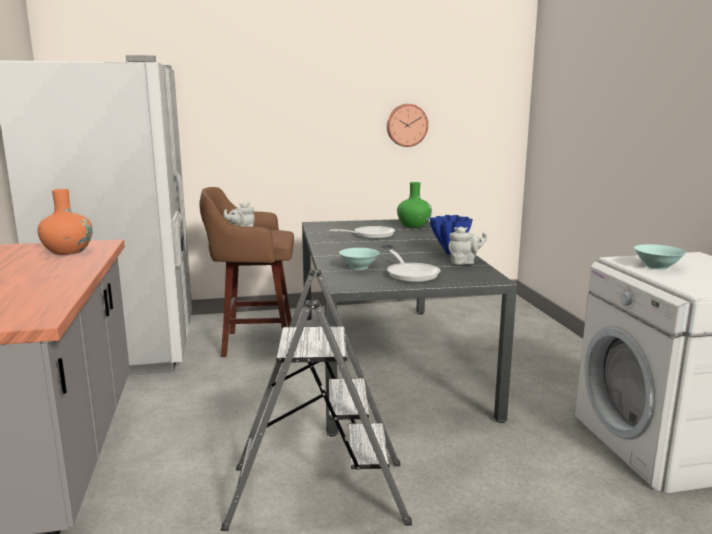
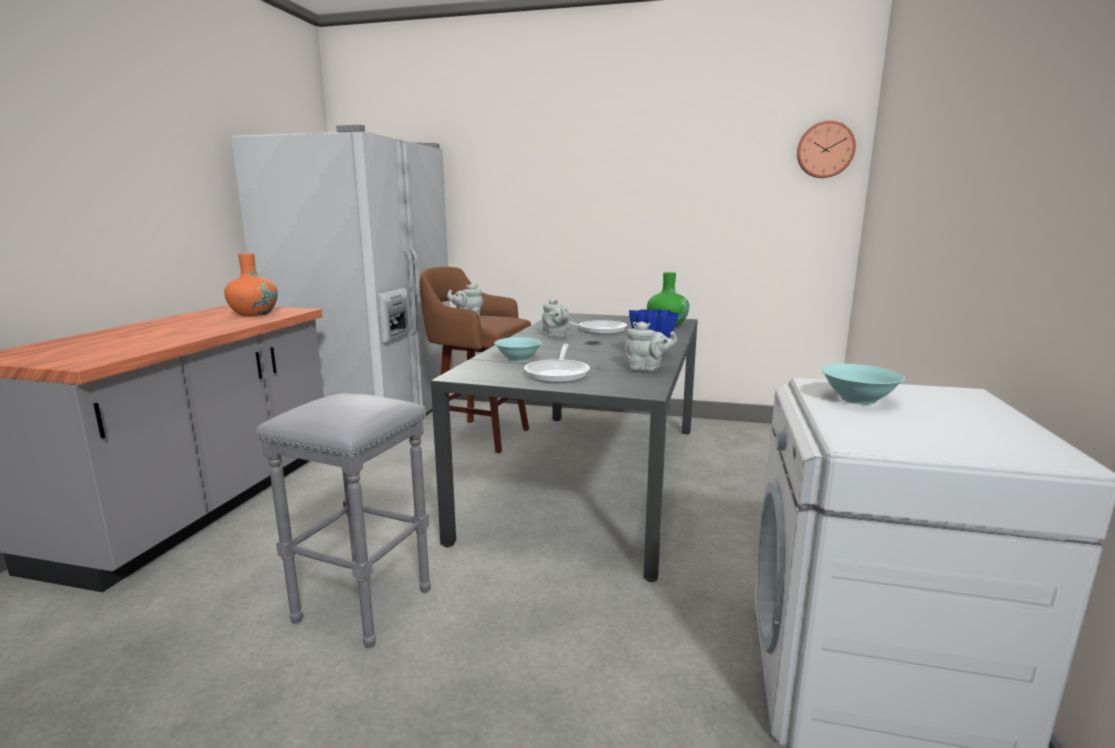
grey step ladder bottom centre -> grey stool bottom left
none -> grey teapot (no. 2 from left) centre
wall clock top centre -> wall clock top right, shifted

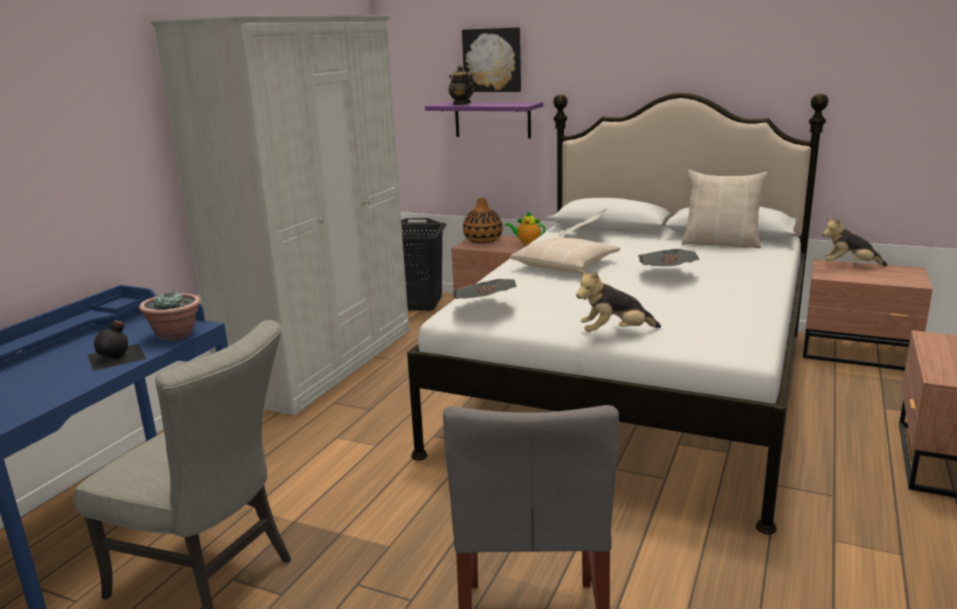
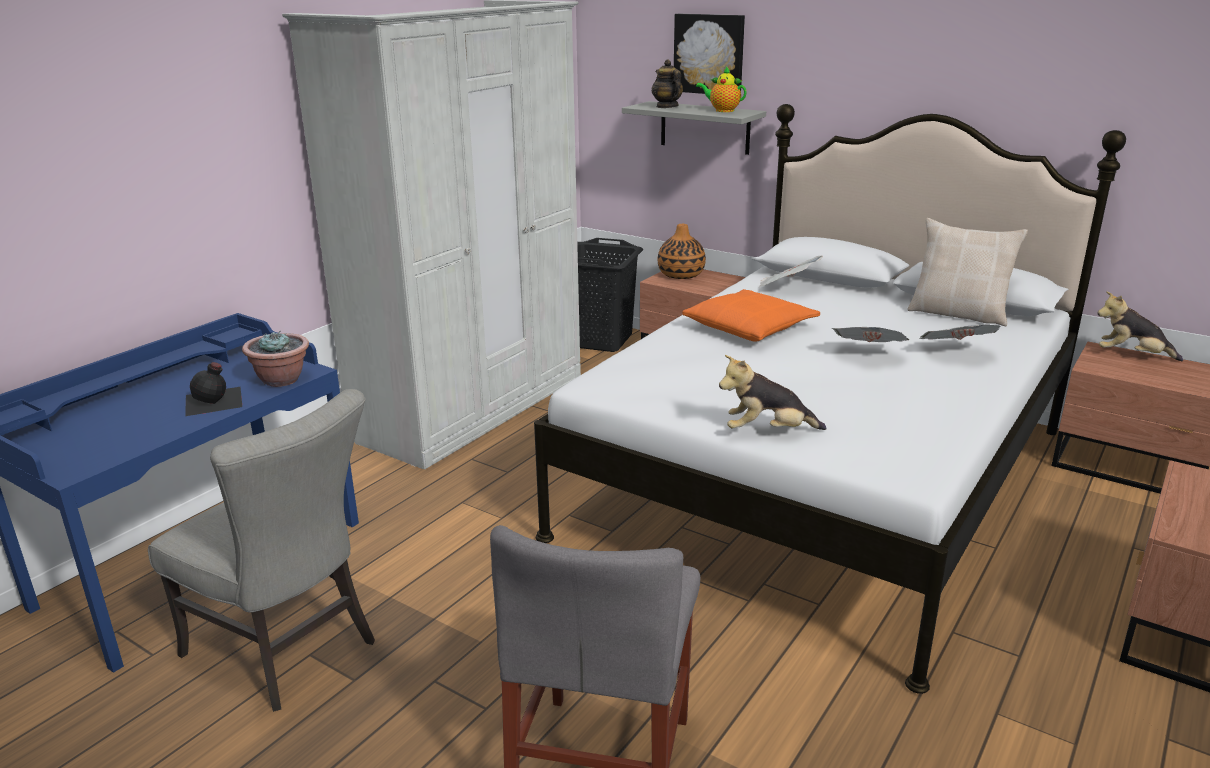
purple shelf top centre -> grey shelf top centre
beige pillow (no. 1 from left) centre -> orange pillow centre
teapot (no. 2 from left) centre -> teapot (no. 2 from left) top centre, shifted
newspaper (no. 1 from left in the first image) centre -> newspaper (no. 3 from left) middle right, shifted

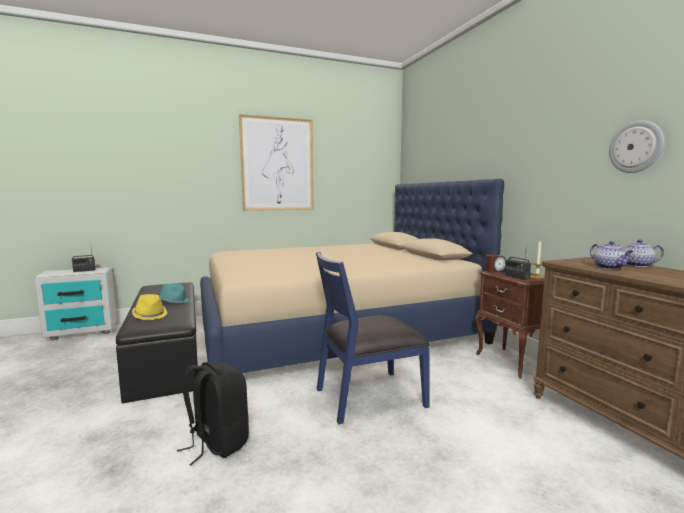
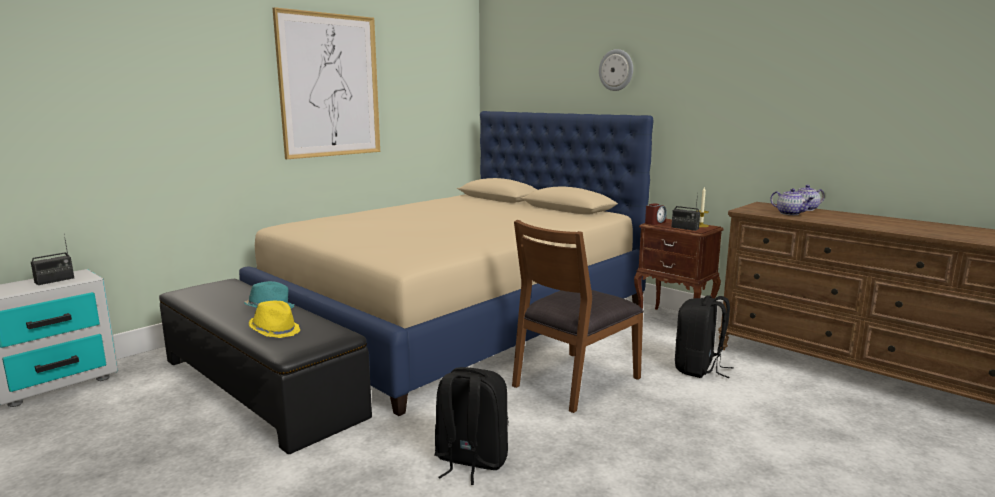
blue chair centre -> brown chair centre
wall clock top right -> wall clock top centre, shifted
none -> black backpack (no. 2 from left) bottom right

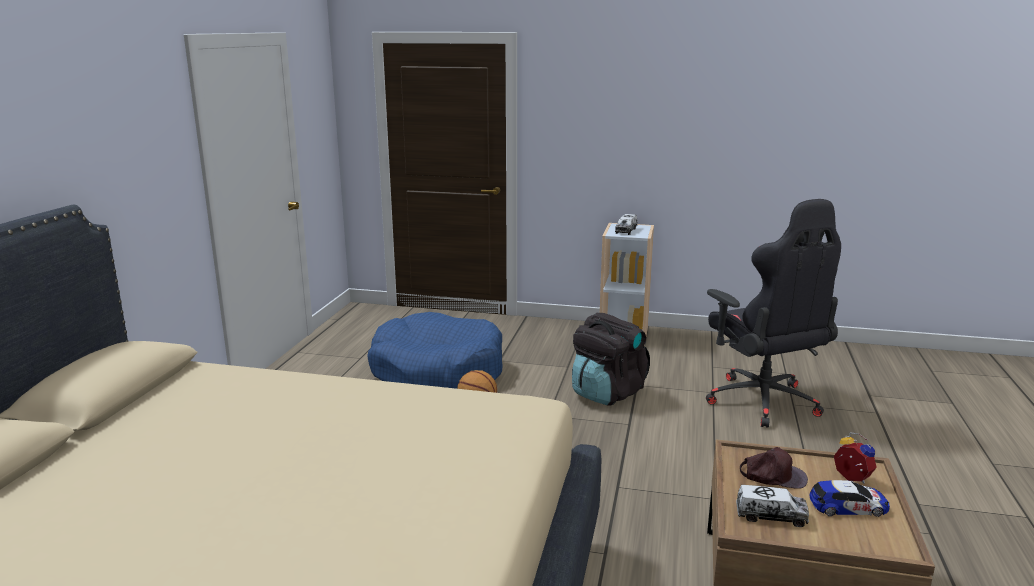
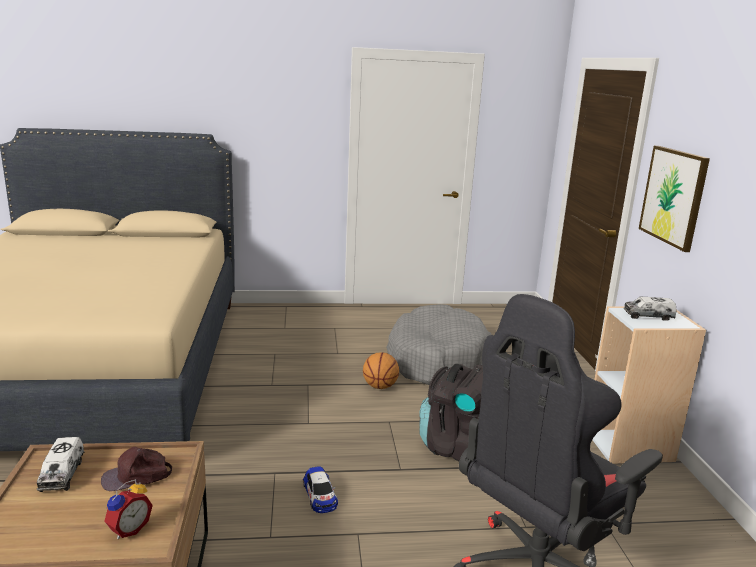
brown cap bottom right -> brown cap bottom left, 75 degrees clockwise
toy car bottom right -> toy car bottom centre, shifted
blue dog bed centre -> grey dog bed centre
none -> picture middle right

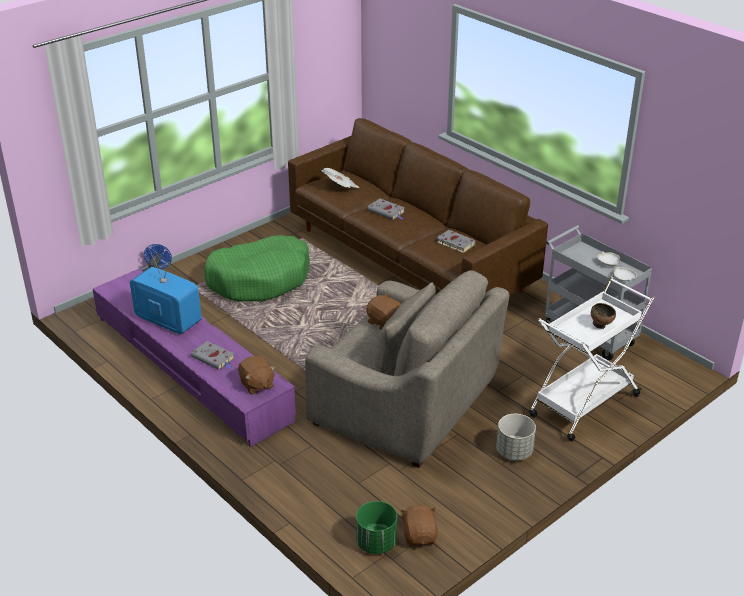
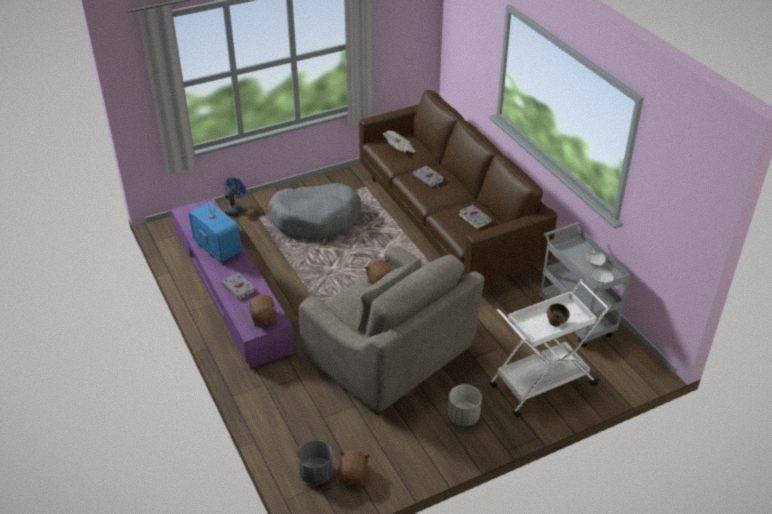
green dog bed centre -> grey dog bed centre
green planter bottom centre -> grey planter (no. 1 from left) bottom centre

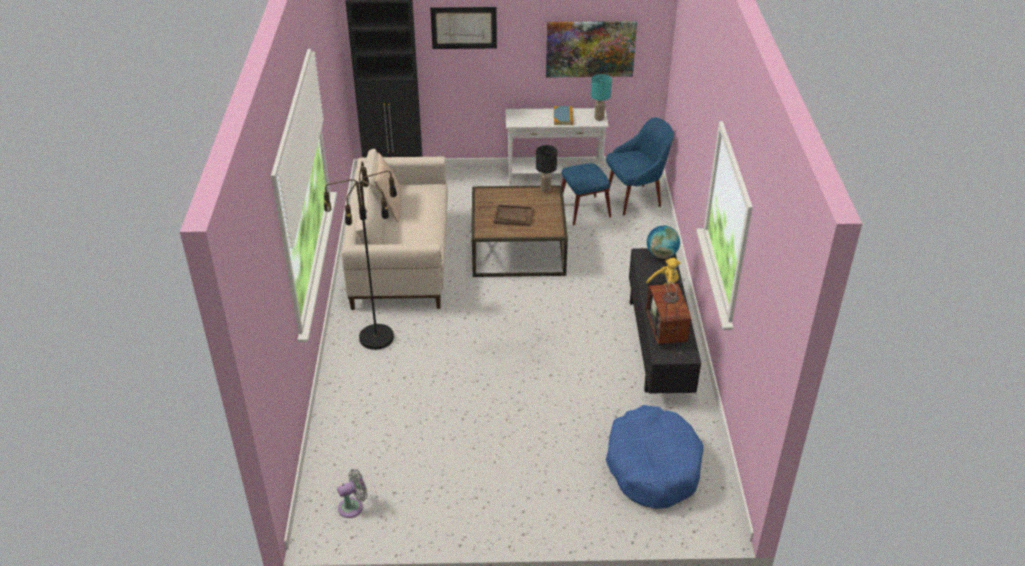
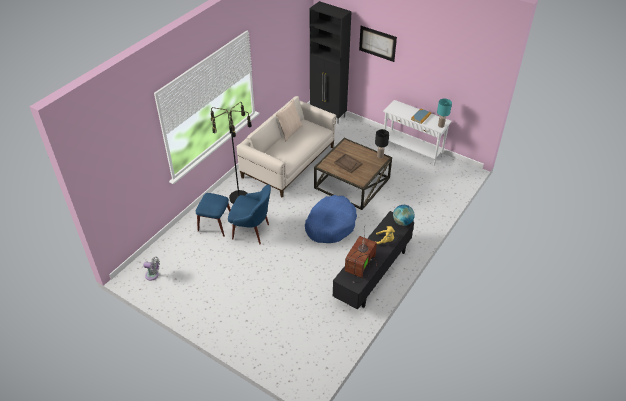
blue armchair top centre -> blue armchair centre, shifted
blue dog bed bottom centre -> blue dog bed centre, shifted
picture (no. 2 from left) top centre -> none

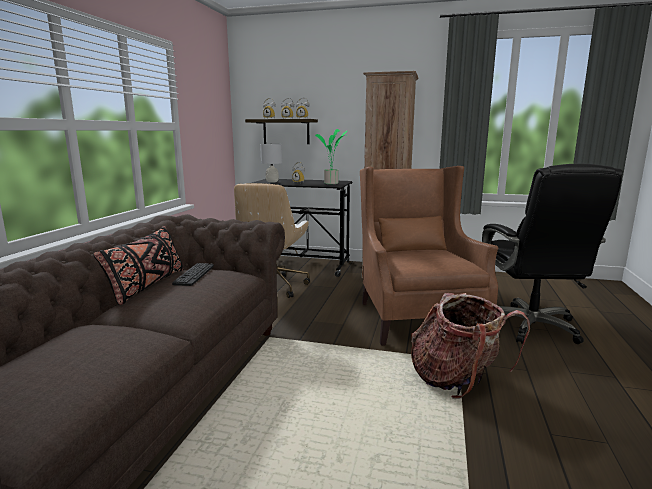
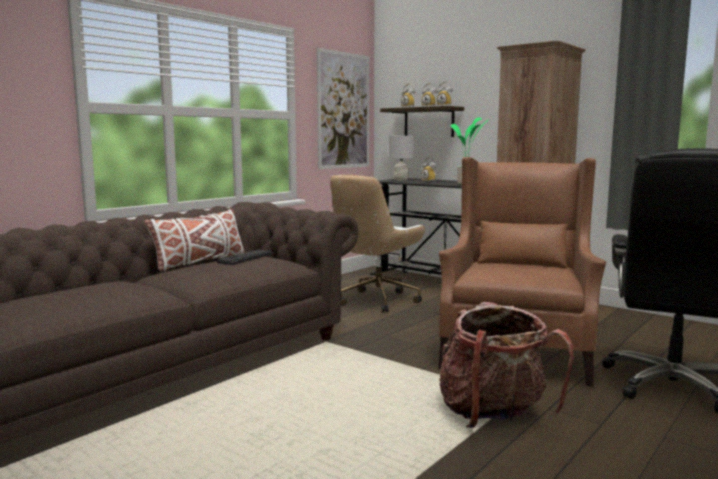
black pillow middle left -> white pillow middle left
none -> picture top centre

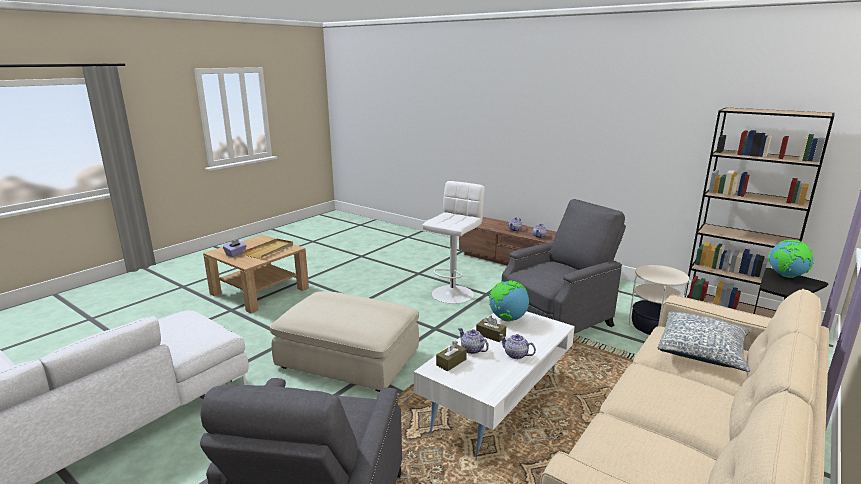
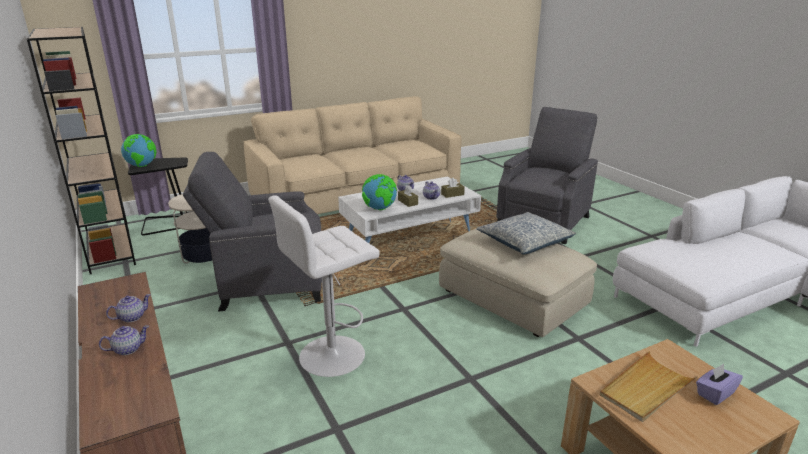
pillow bottom right -> pillow centre, shifted

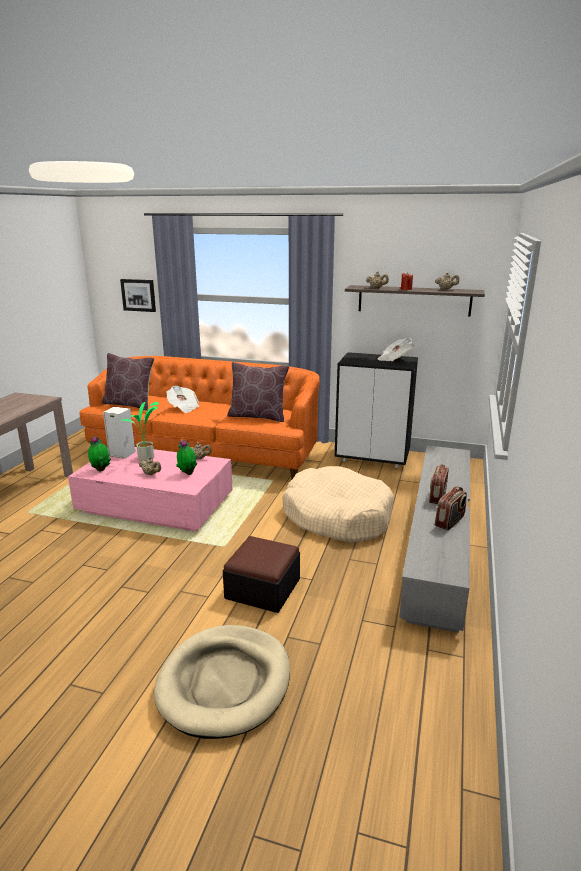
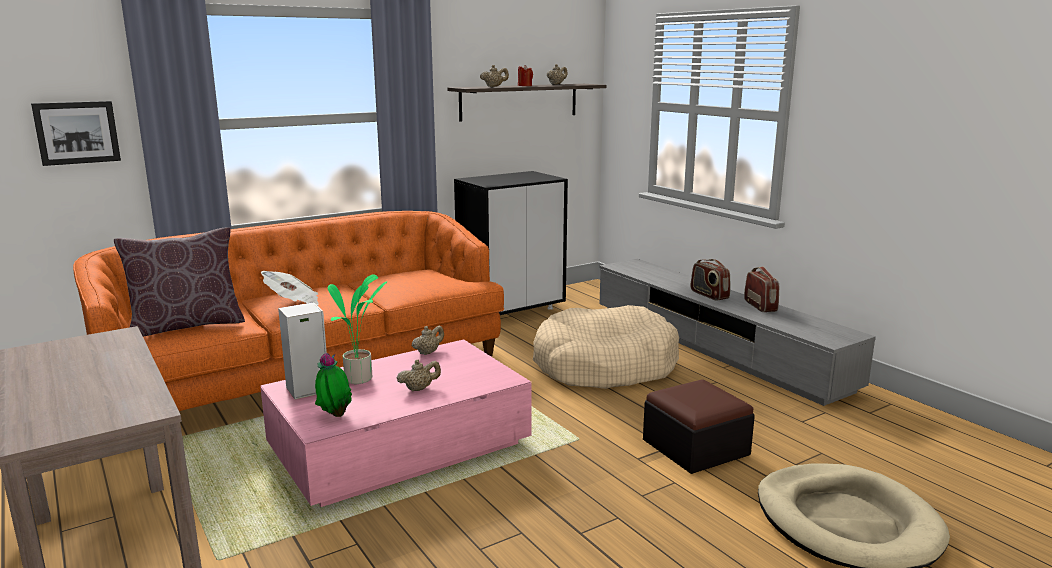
potted plant (no. 3 from left) middle left -> none
brown pillow (no. 2 from left) centre -> none
newspaper (no. 2 from left) middle right -> none

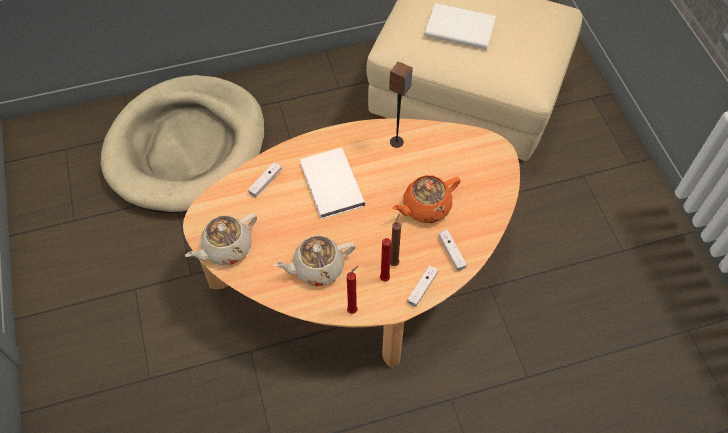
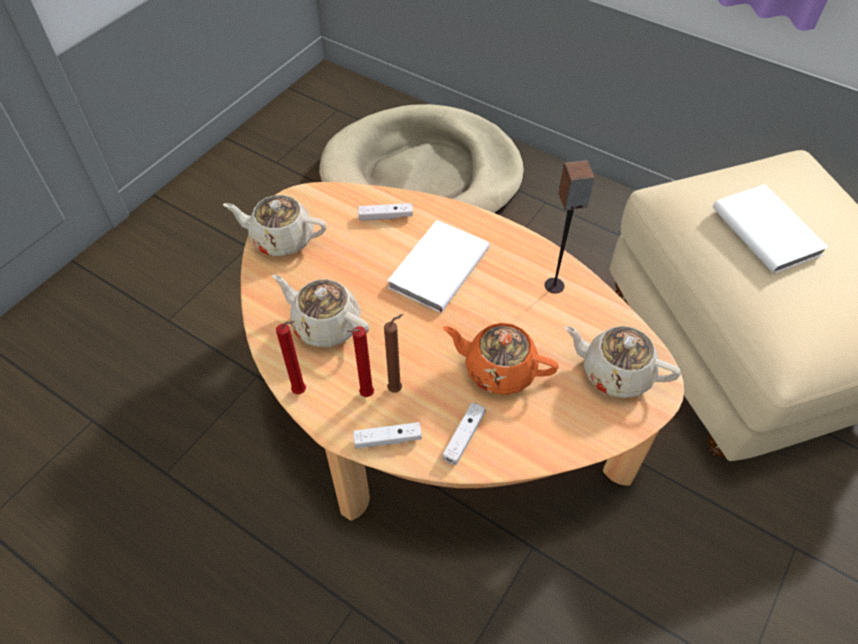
none -> beige teapot (no. 3 from left) middle right

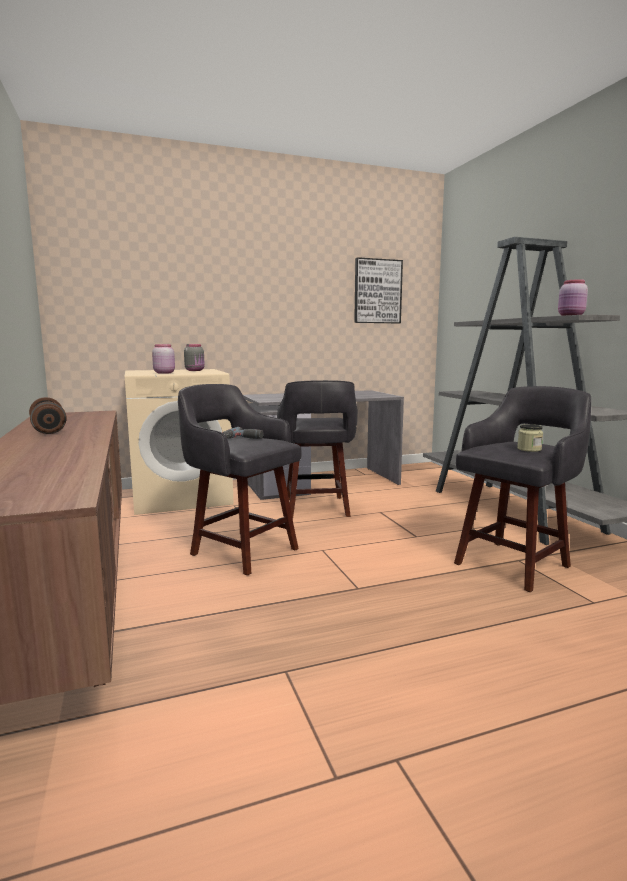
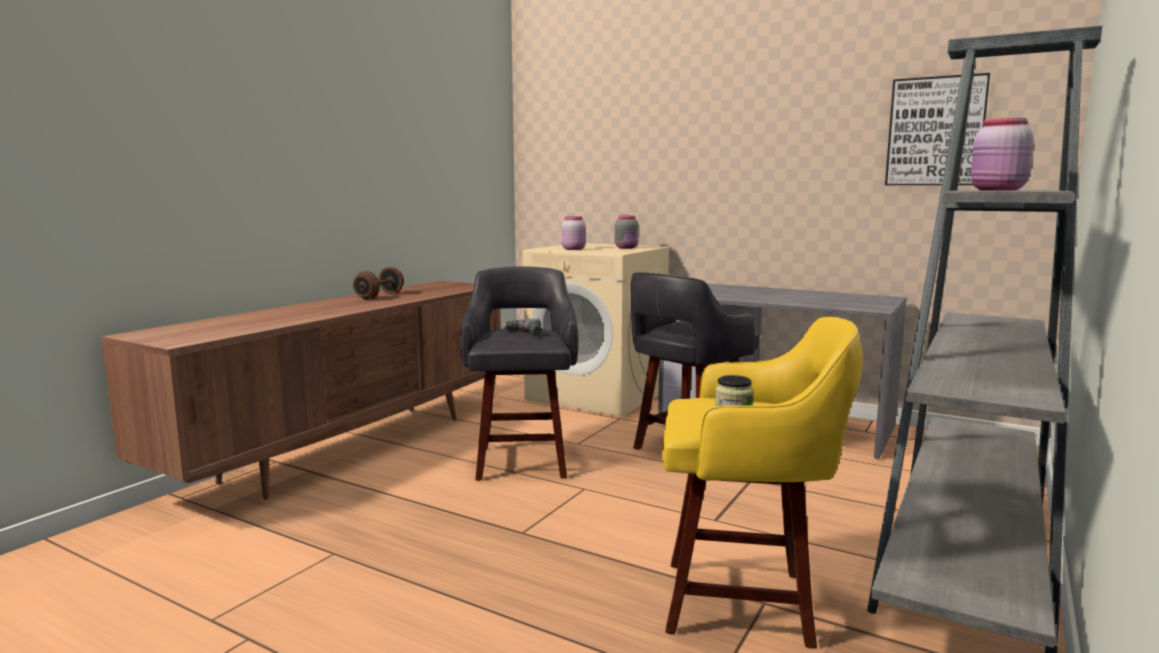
grey stool (no. 3 from left) middle right -> yellow stool bottom centre

